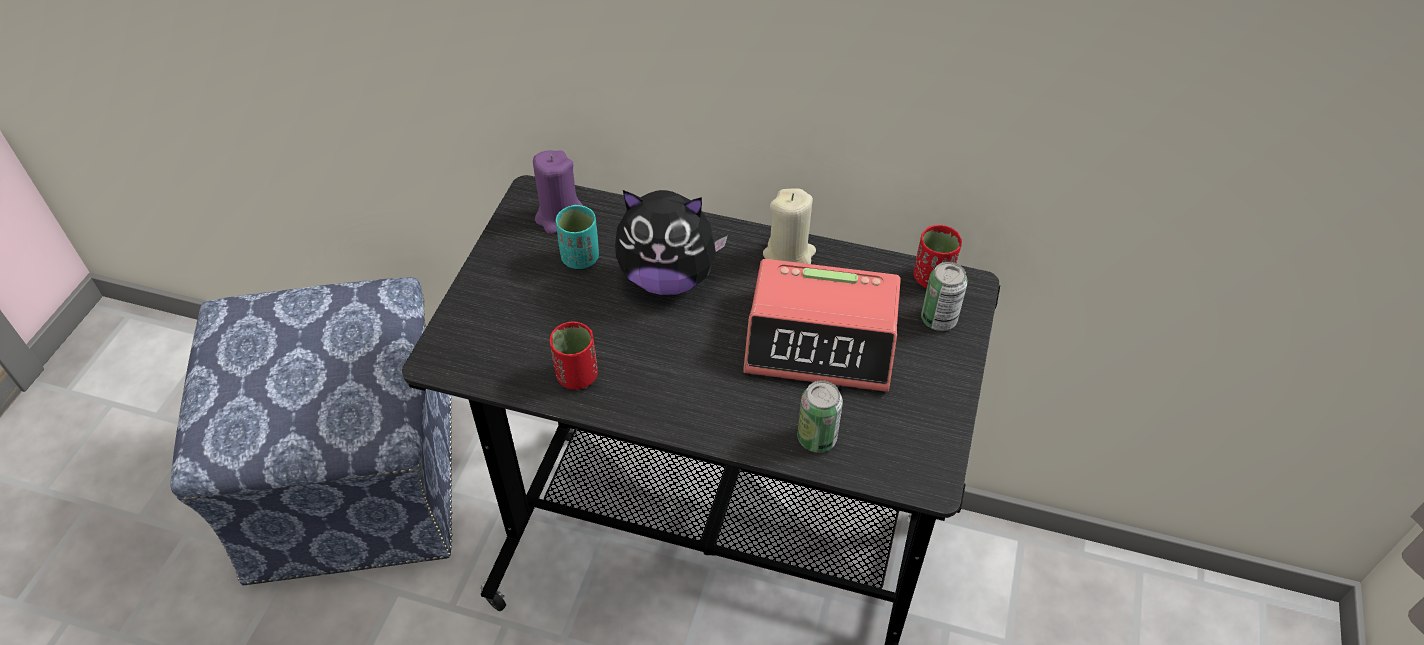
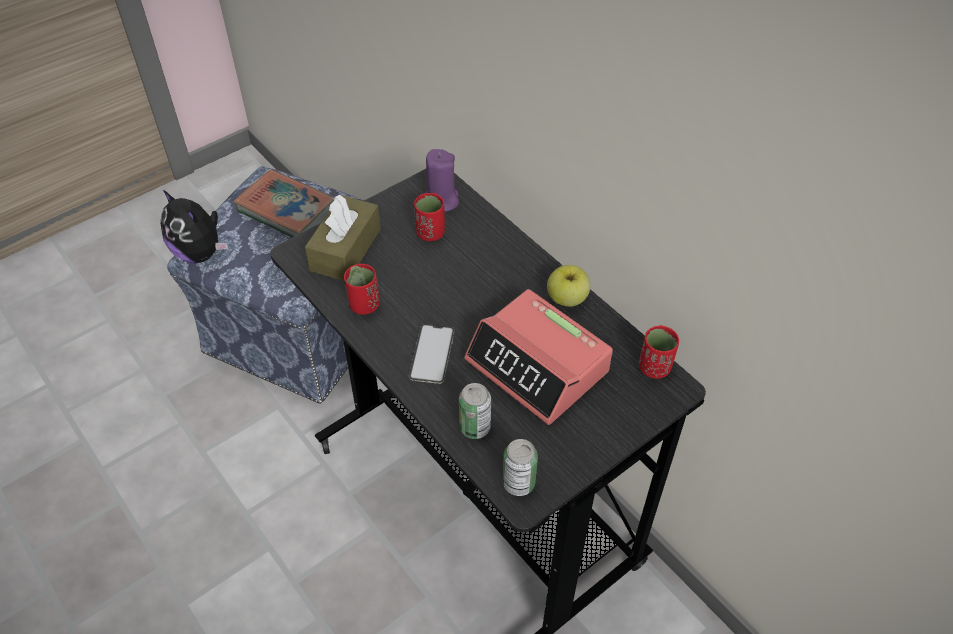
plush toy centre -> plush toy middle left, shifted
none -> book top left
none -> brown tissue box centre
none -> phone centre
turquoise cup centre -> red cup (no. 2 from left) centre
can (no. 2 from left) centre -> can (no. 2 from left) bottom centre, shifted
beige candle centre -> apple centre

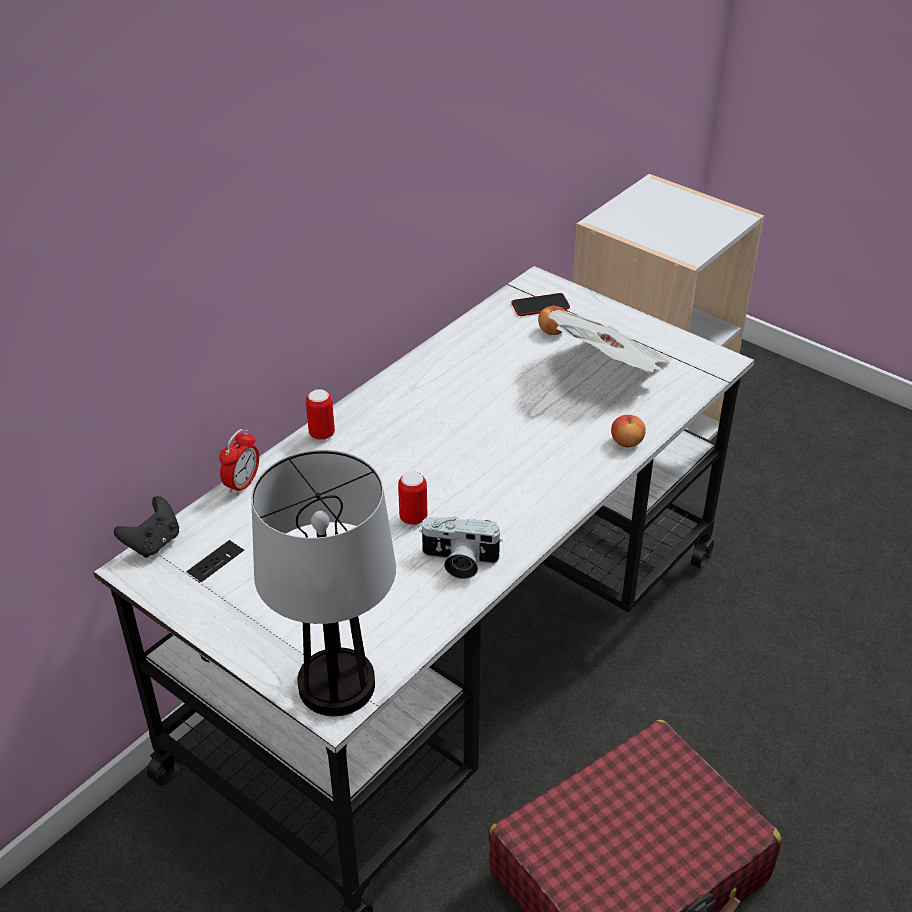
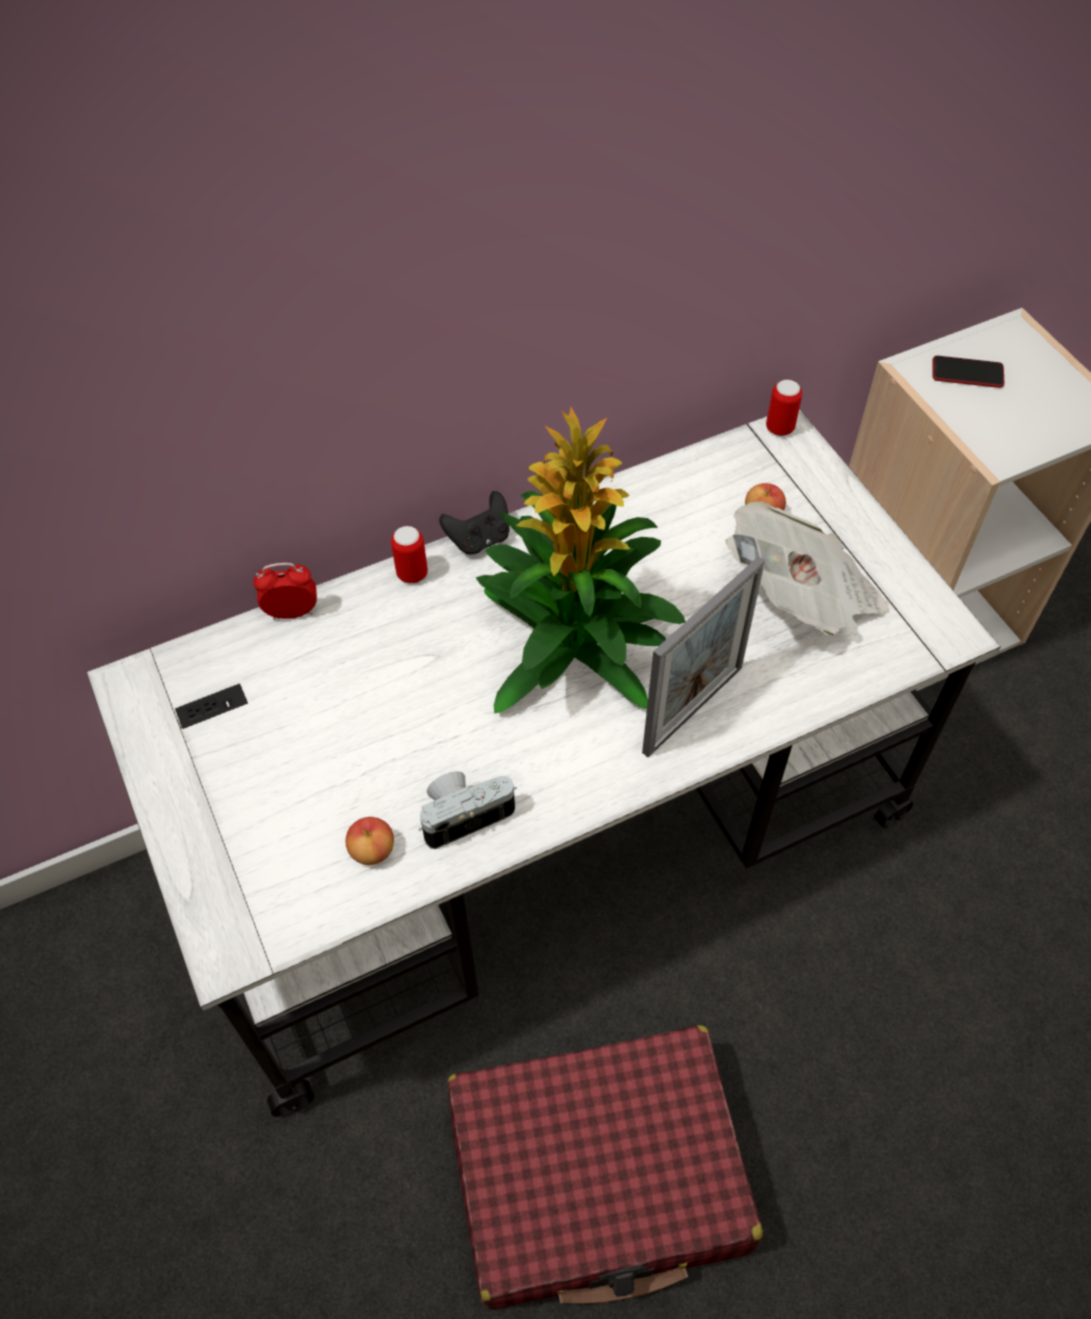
alarm clock middle left, 150 degrees counterclockwise
apple (no. 2 from left in the first image) middle right -> apple (no. 1 from left) centre, shifted
photo camera centre, 120 degrees clockwise
black game controller middle left -> black game controller centre, shifted
none -> potted plant centre
none -> picture frame centre
can (no. 2 from left) centre -> can (no. 2 from left) top right, shifted
phone centre -> phone top right, shifted
table lamp centre -> none

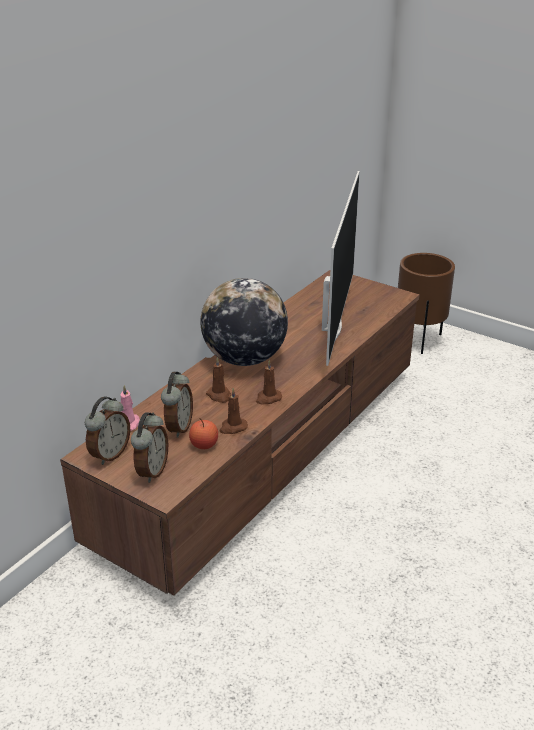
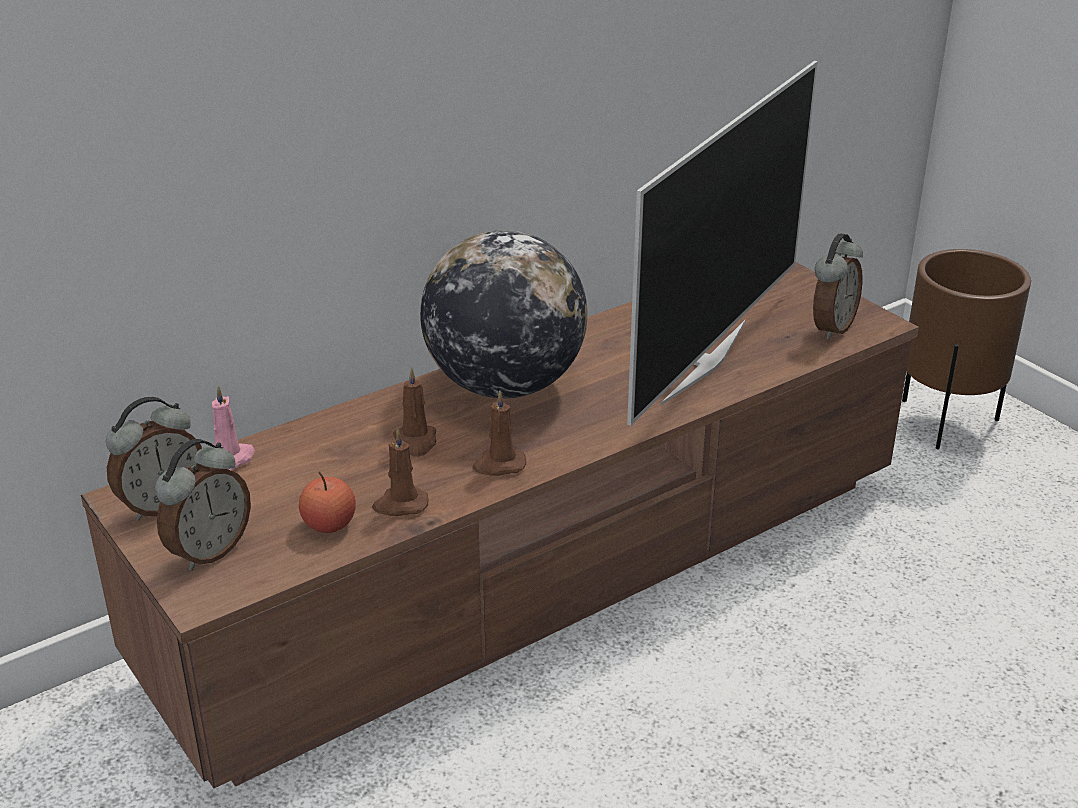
alarm clock (no. 3 from left) middle left -> alarm clock (no. 3 from left) middle right, shifted

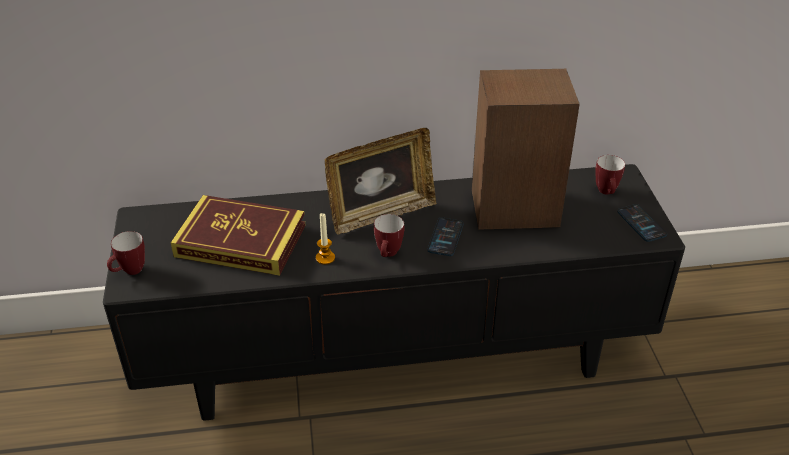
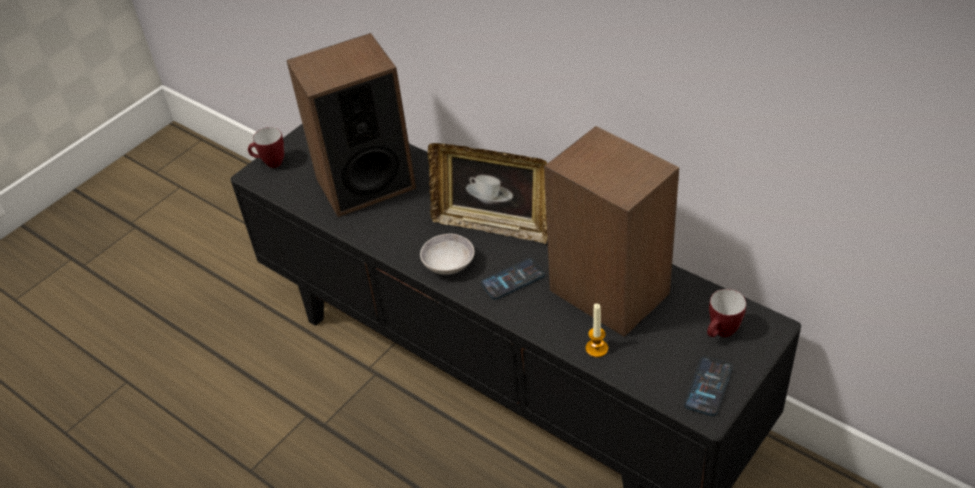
book middle left -> speaker (no. 1 from left) top centre
mug (no. 2 from left) centre -> grey bowl centre
candle centre -> candle bottom centre, shifted

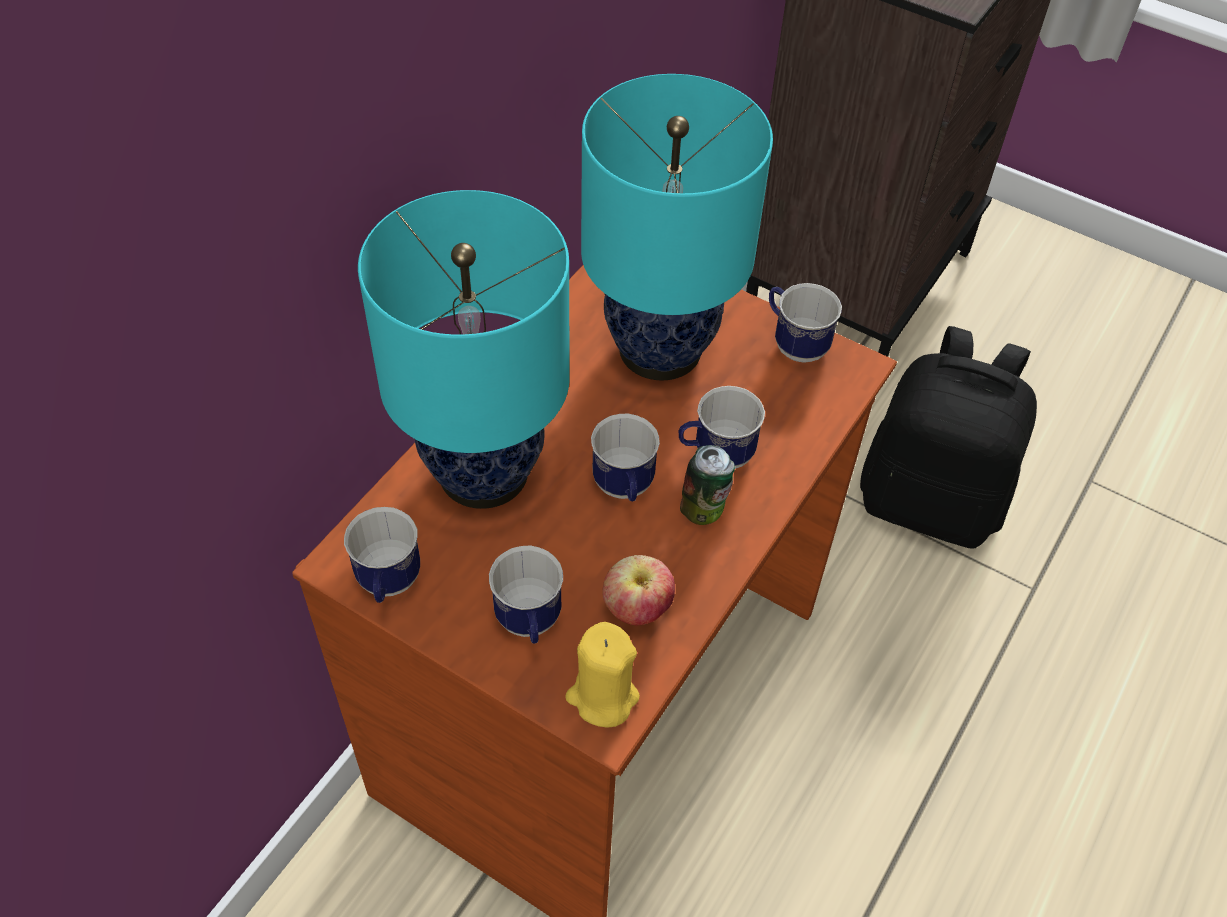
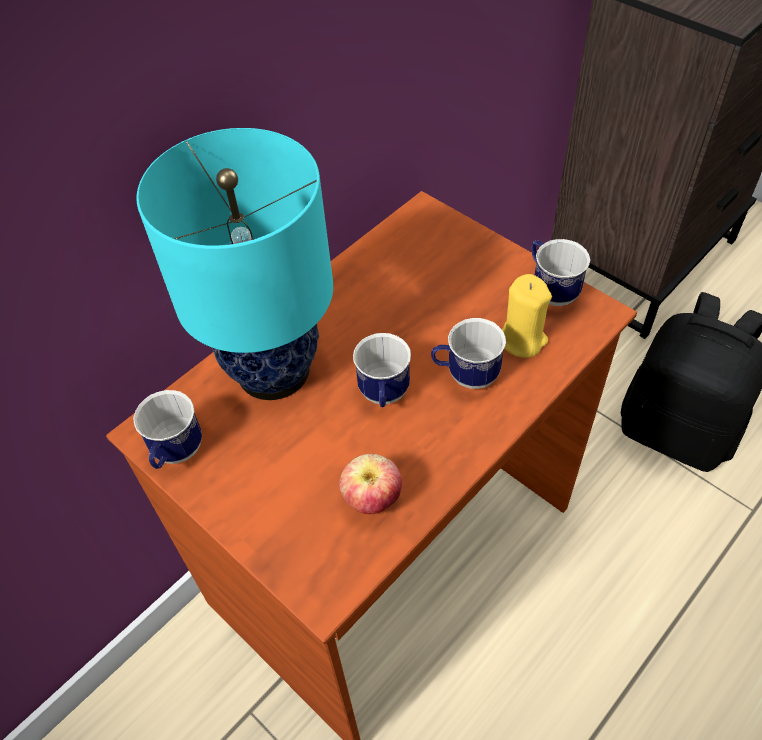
yellow candle bottom centre -> yellow candle middle right, shifted
mug (no. 2 from left) centre -> none
turquoise table lamp (no. 2 from left) top centre -> none
can centre -> none

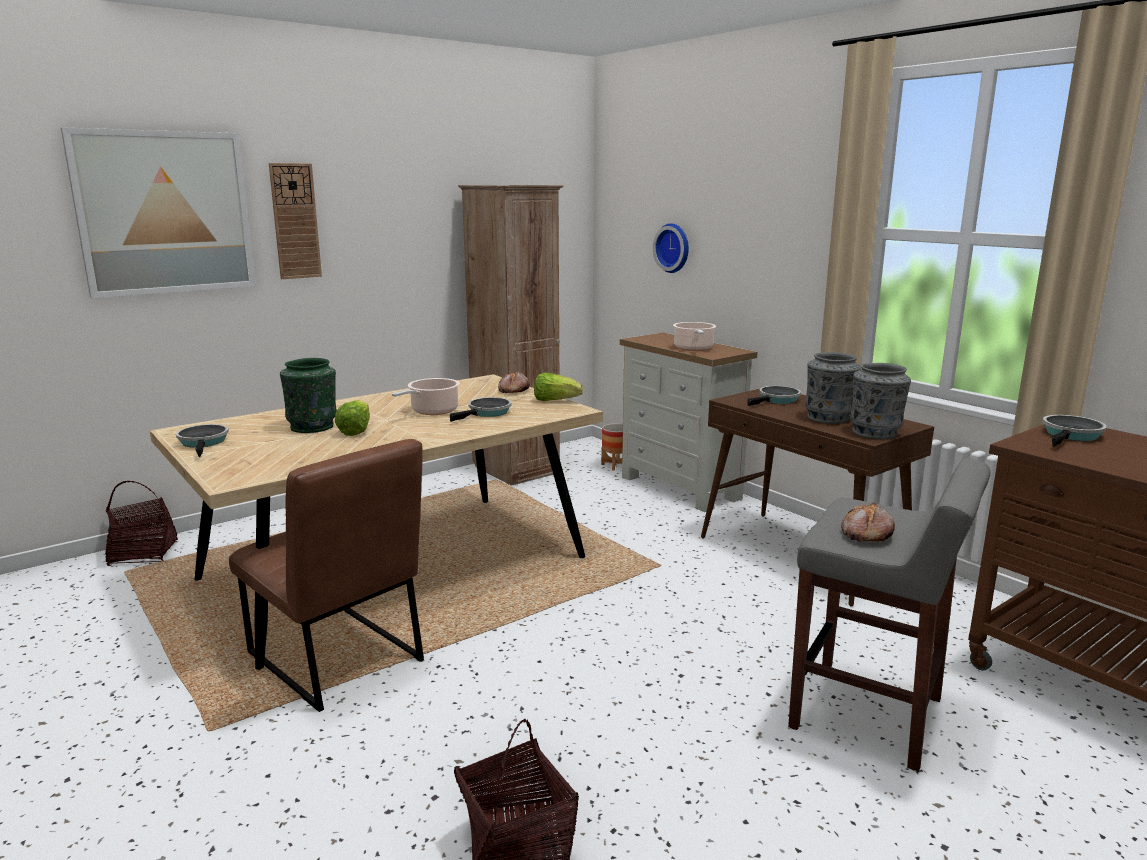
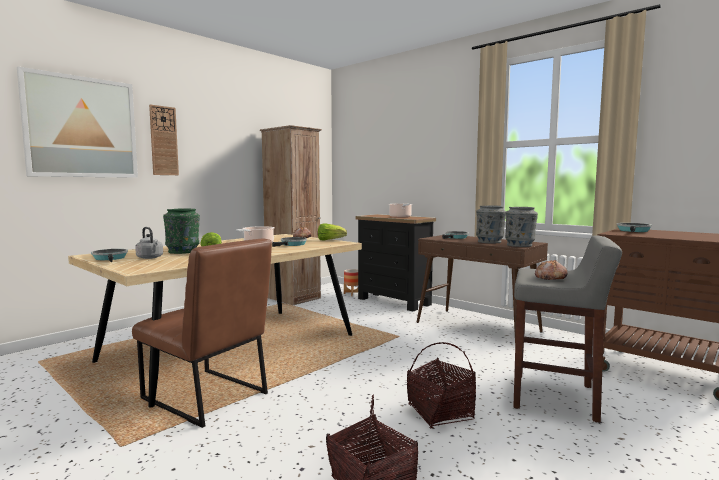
none -> grey kettle middle left
white dresser centre -> black dresser centre
basket (no. 1 from left in the first image) middle left -> basket (no. 2 from left) bottom centre, shifted
wall clock (no. 2 from left) top centre -> none

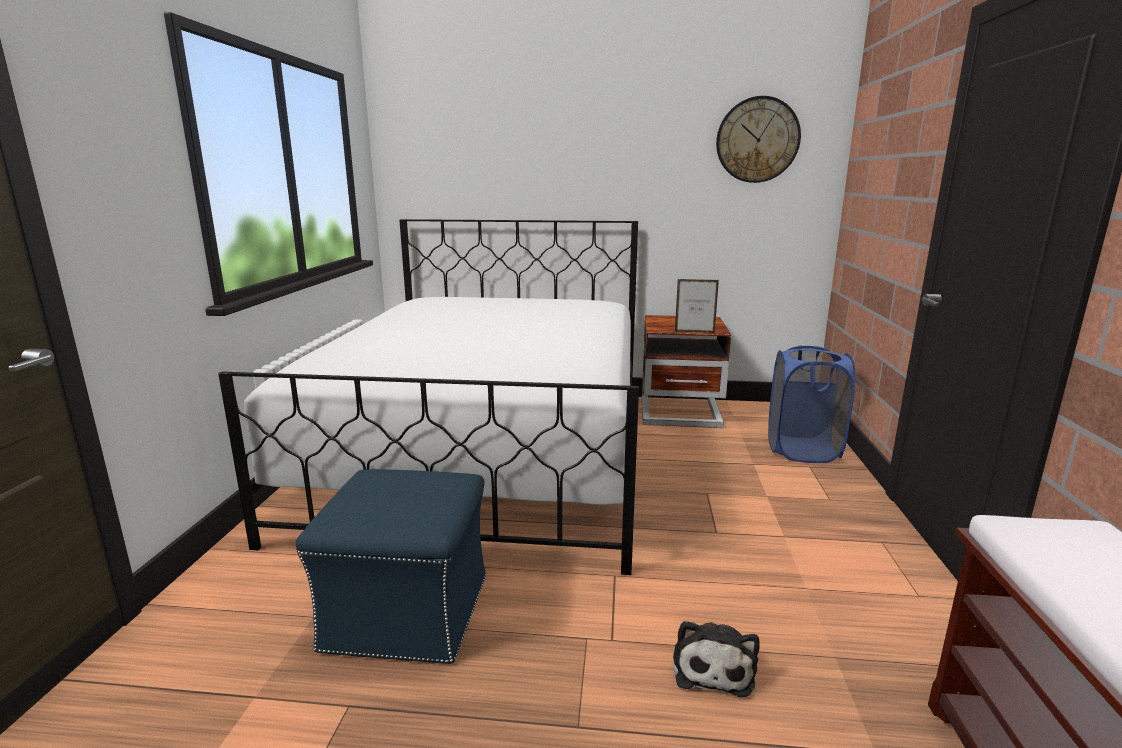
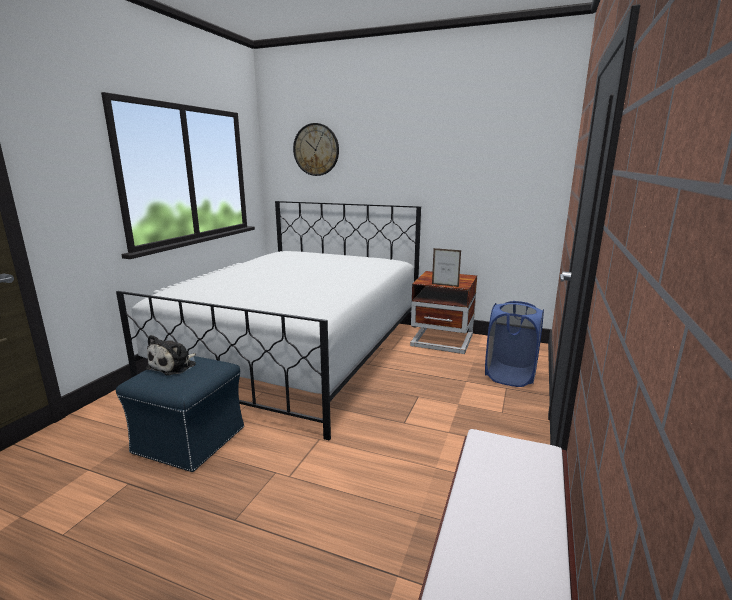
plush toy bottom centre -> plush toy middle left, shifted
wall clock top right -> wall clock top centre, shifted

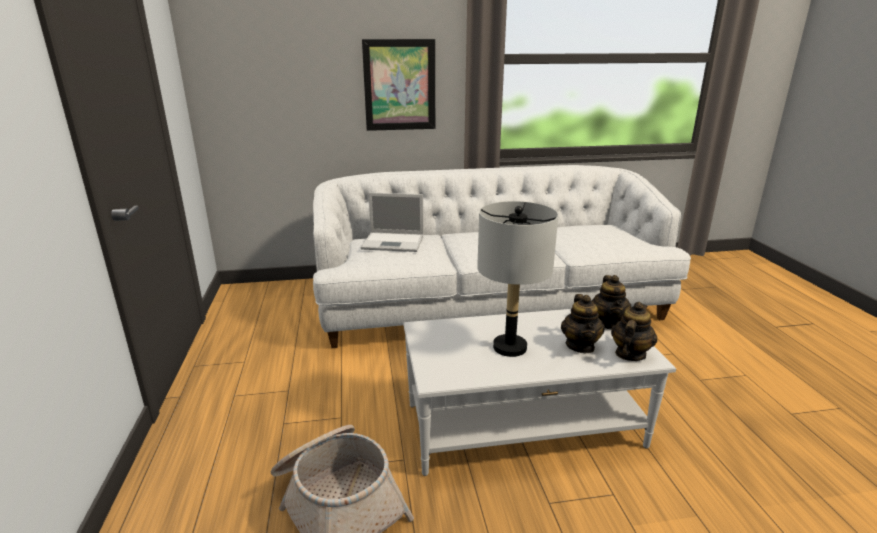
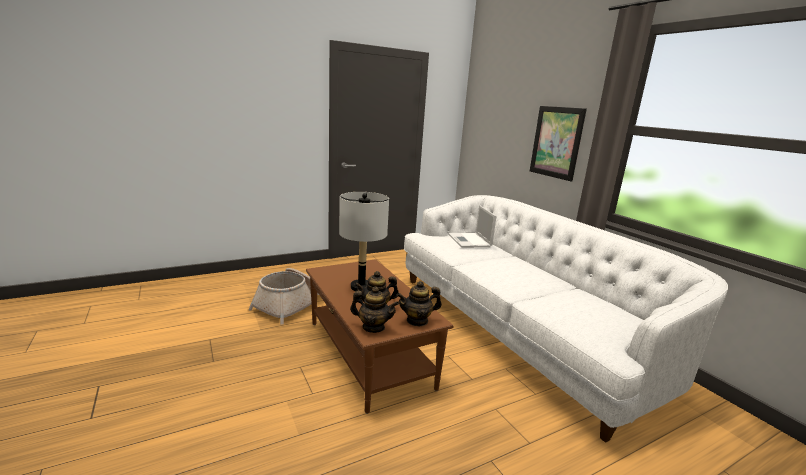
white coffee table bottom centre -> brown coffee table bottom centre

